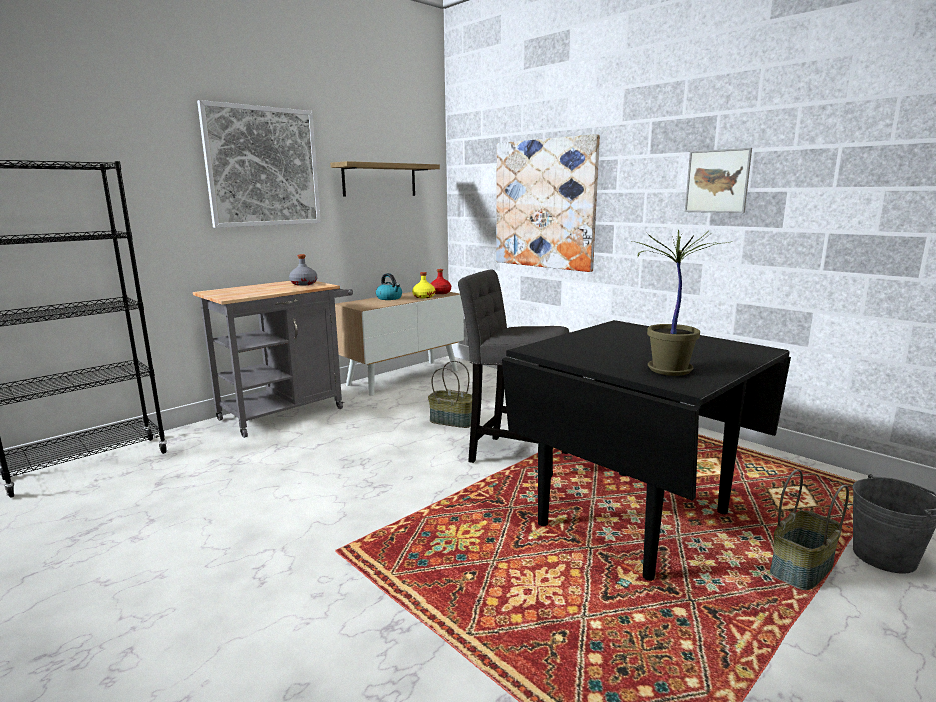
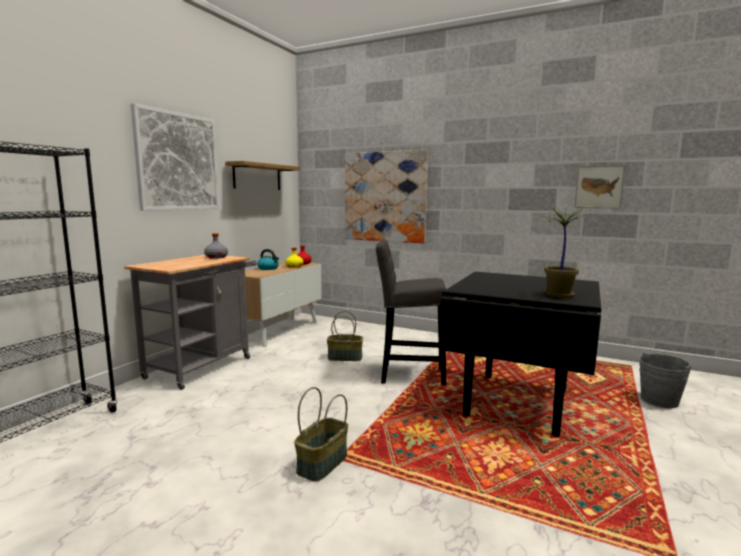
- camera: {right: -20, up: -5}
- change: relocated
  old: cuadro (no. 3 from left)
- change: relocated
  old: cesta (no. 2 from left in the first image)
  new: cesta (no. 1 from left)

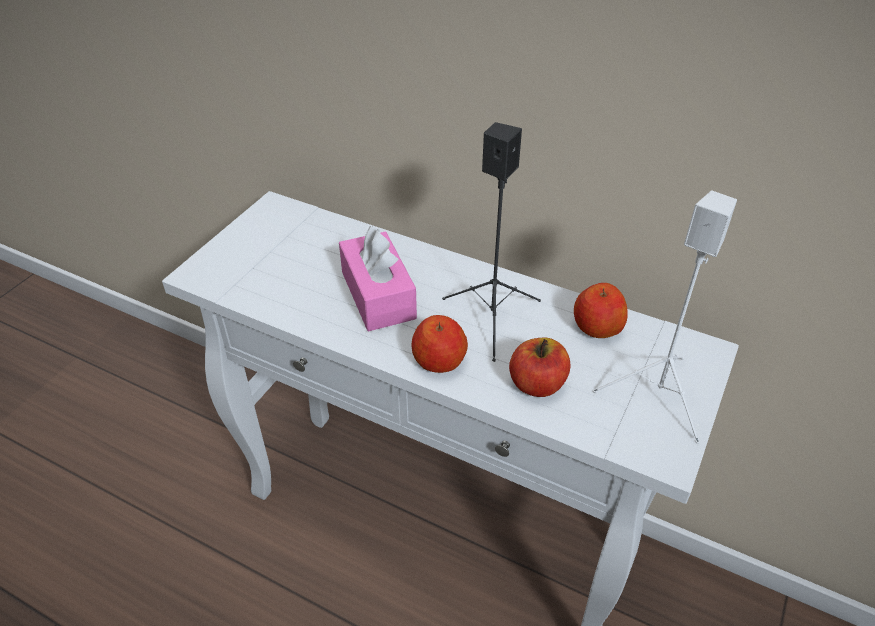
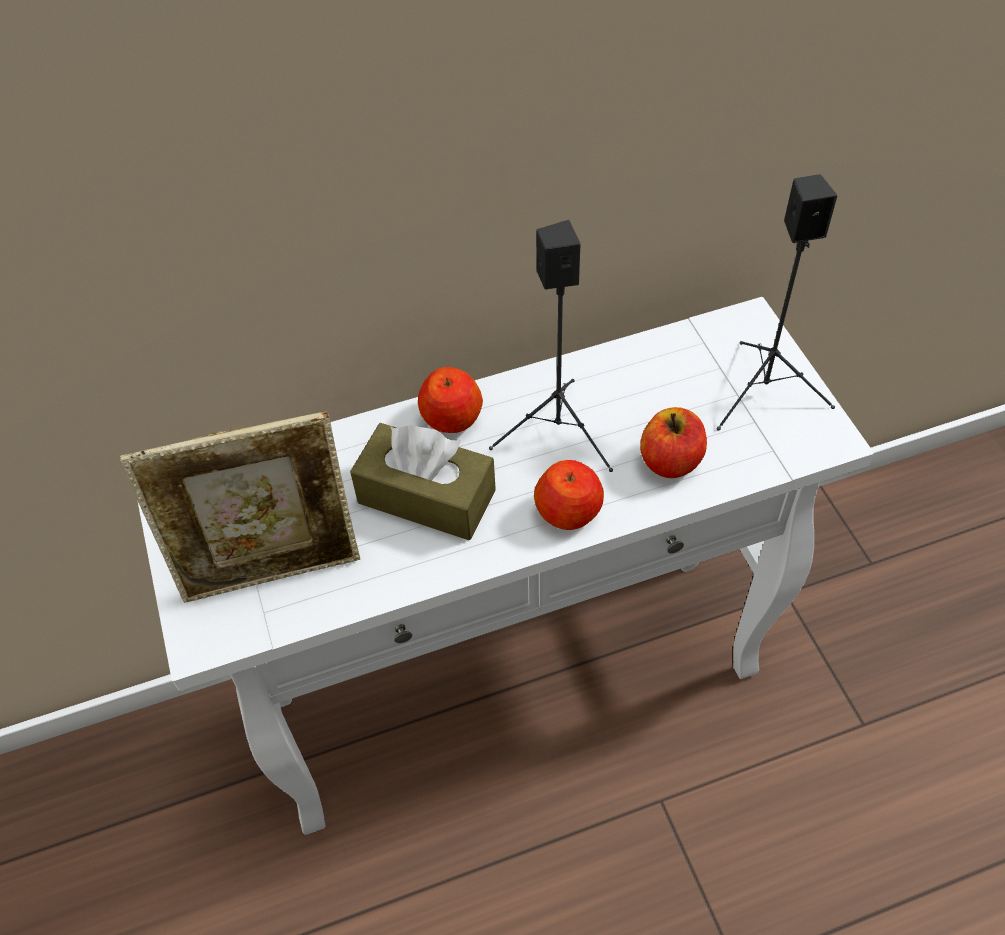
- camera: {right: -45, up: 10}
- change: appeared
  new: portarretratos
- change: relocated
  old: manzana (no. 3 from left in the first image)
  new: manzana (no. 1 from left)
- change: colour
  old: caja de pañuelos/rosa
  new: caja de pañuelos/marrón
- change: colour
  old: altavoz/blanco
  new: altavoz/negro (no. 2 from left)

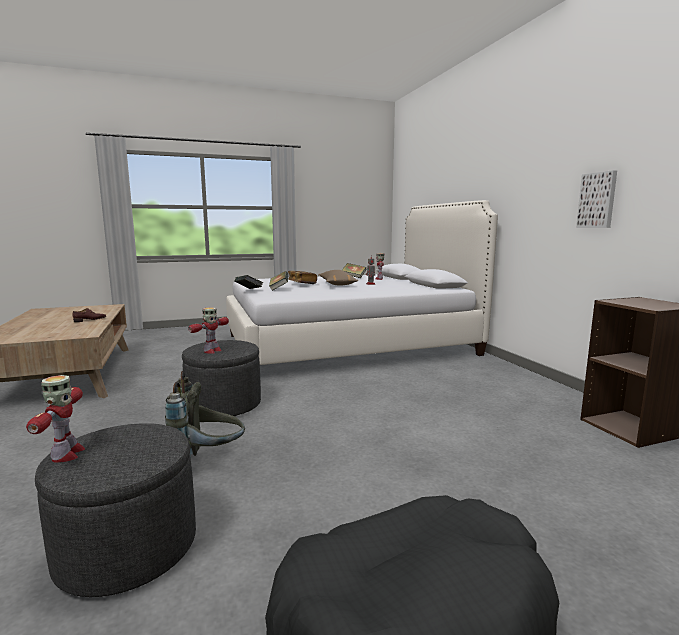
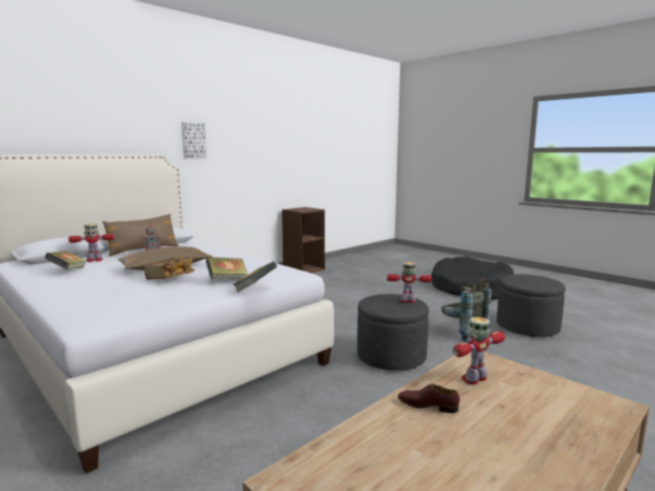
- camera: {right: -115, up: 0}
- change: appeared
  new: cojín/marrón (no. 1 from left)
- change: relocated
  old: robot de juguete (no. 1 from left in the first image)
  new: robot de juguete (no. 4 from left)
- change: relocated
  old: cuadro

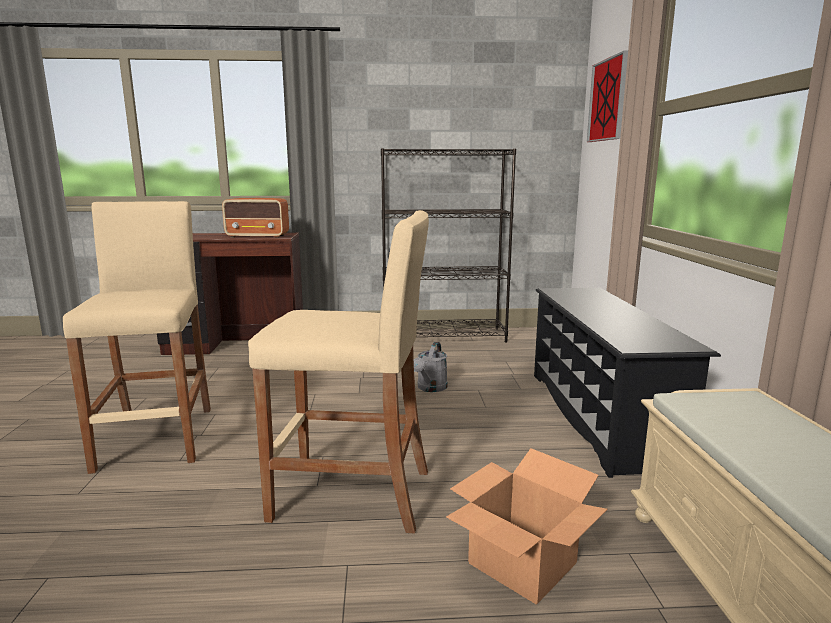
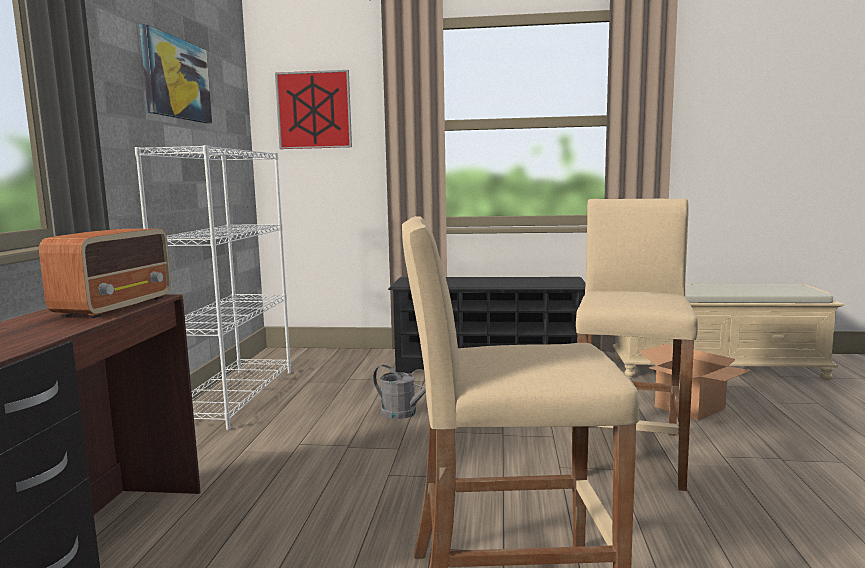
- camera: {right: -80, up: -5}
- change: appeared
  new: cuadro (no. 1 from left)
- change: colour
  old: estantería/negro
  new: estantería/blanco

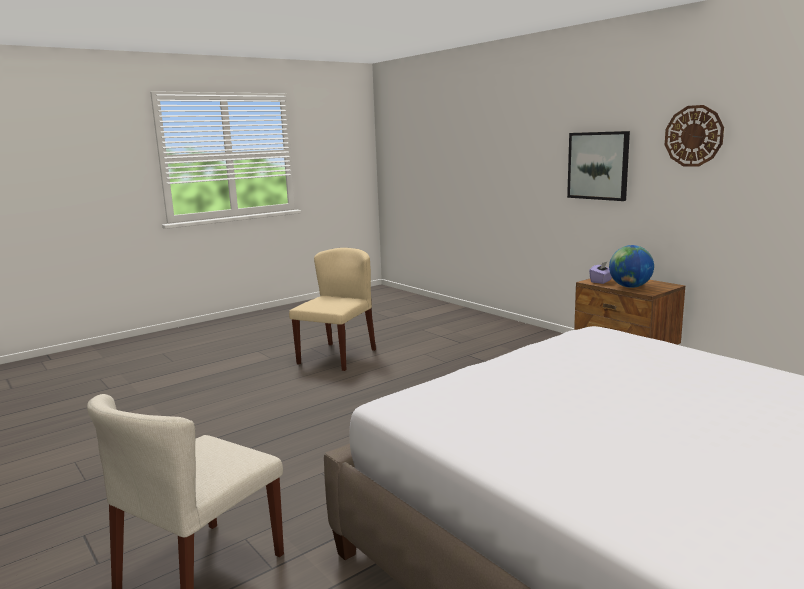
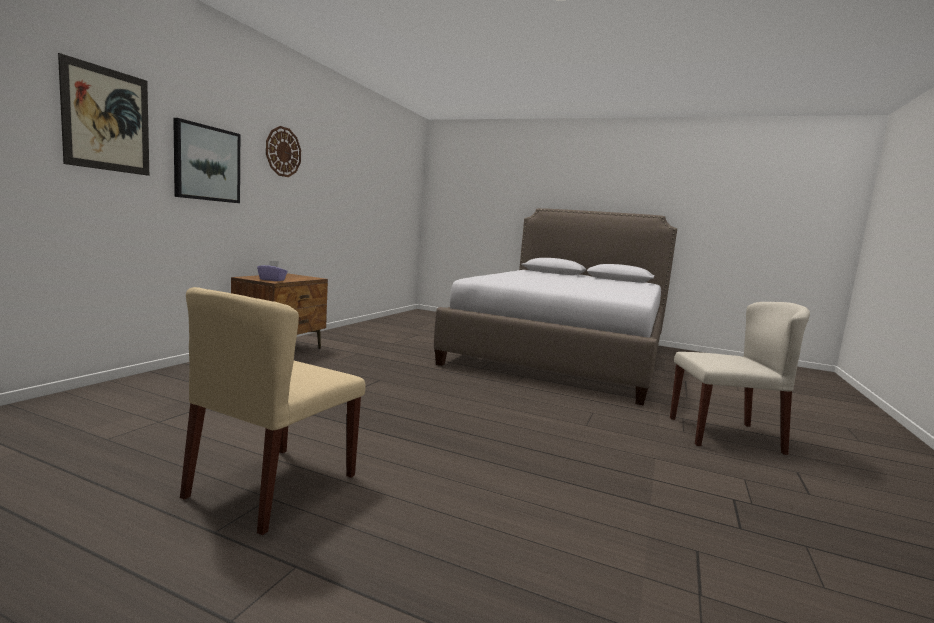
- camera: {right: -120, up: -5}
- change: missing
  old: globo terráqueo
- change: appeared
  new: cuadro (no. 1 from left)
- change: spun
  old: silla/beis (no. 2 from left in the first image)
  degrees: -60

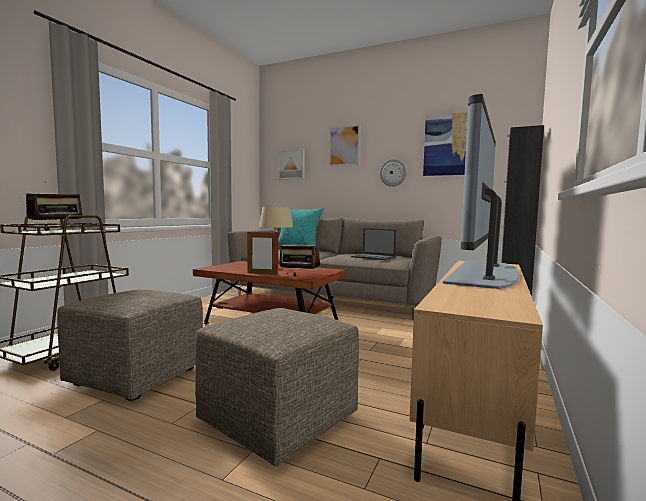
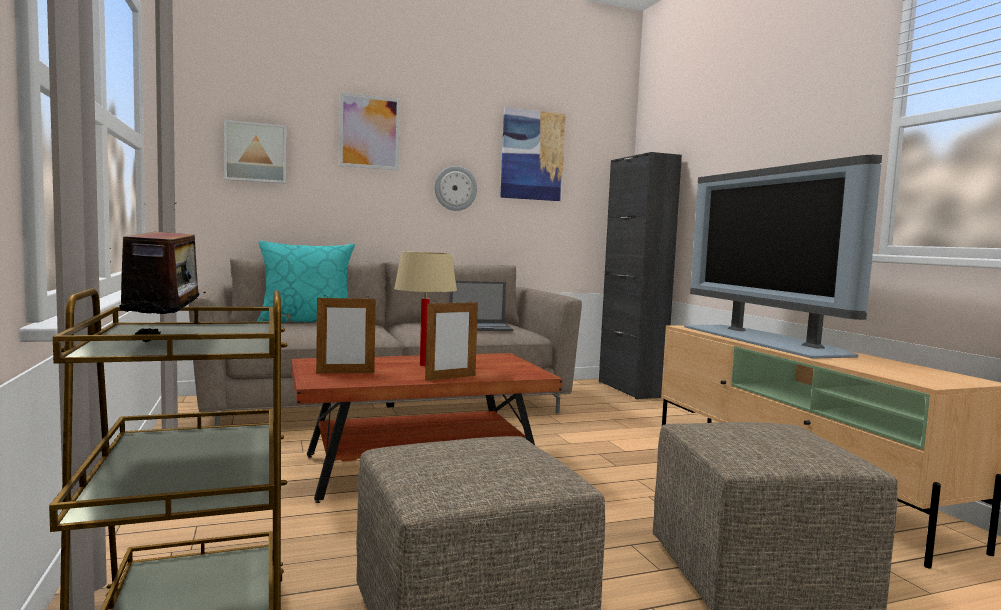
- camera: {right: -45, up: 0}
- change: missing
  old: radio (no. 2 from left)
- change: appeared
  new: portarretratos (no. 1 from left)

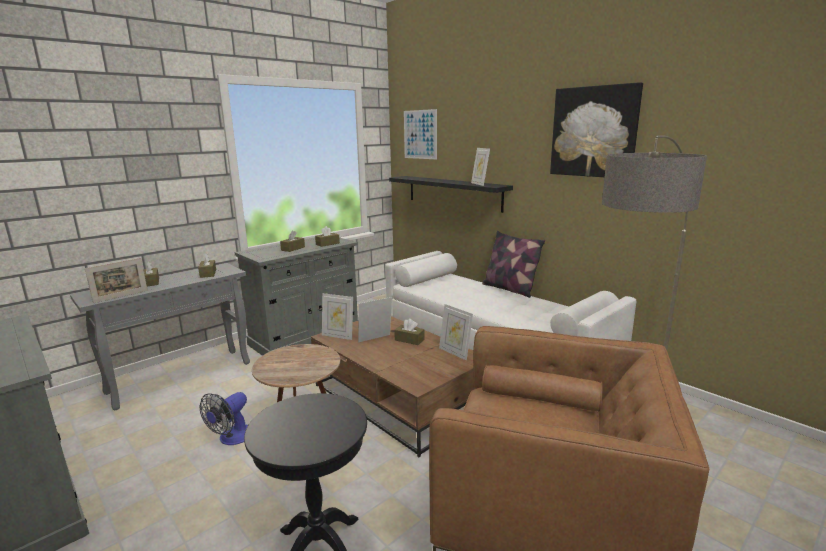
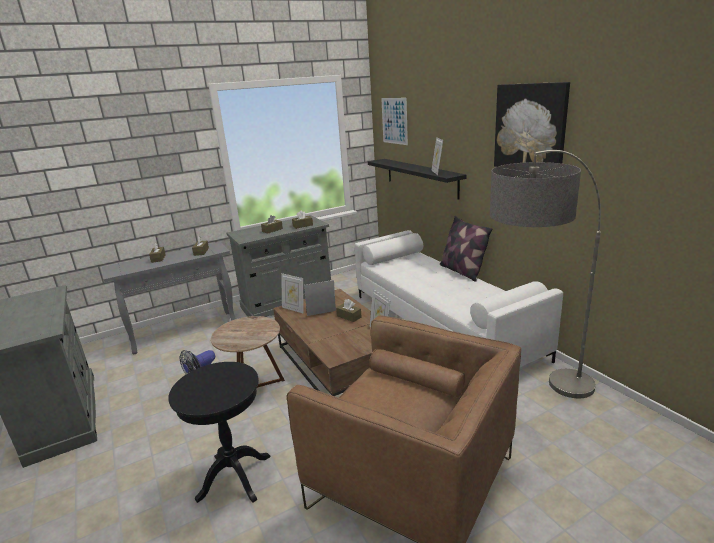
- camera: {right: 15, up: 5}
- change: missing
  old: portarretratos (no. 1 from left)

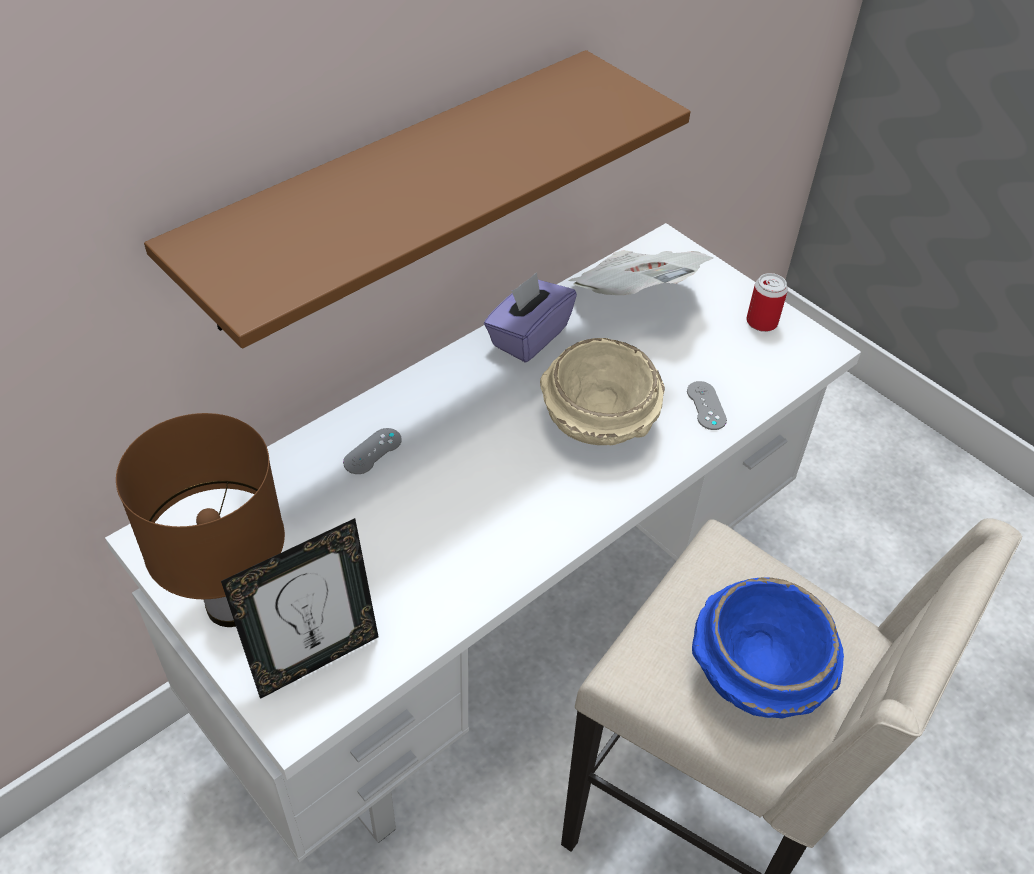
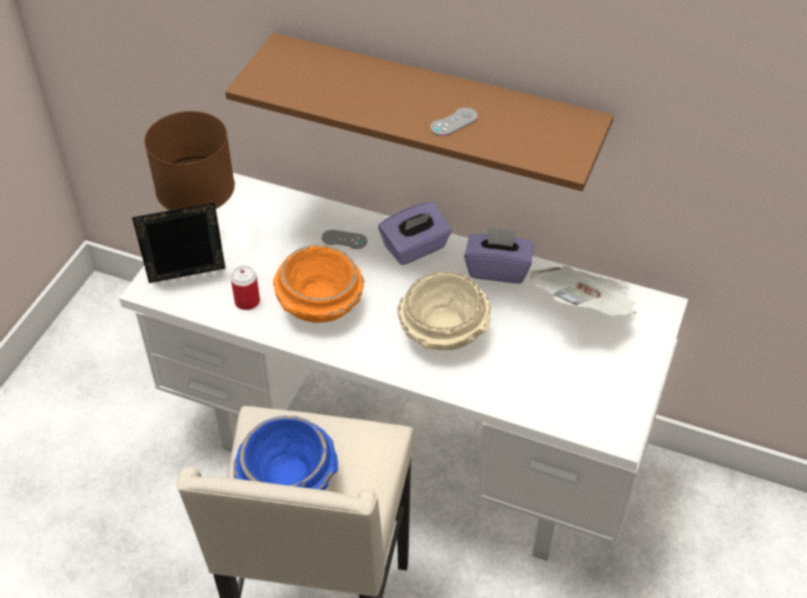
- camera: {right: 65, up: 0}
- change: appeared
  new: cuenco/naranja
- change: appeared
  new: caja de pañuelos/morado (no. 1 from left)
- change: relocated
  old: mando de consola/gris (no. 2 from left)
- change: relocated
  old: lata
- change: spun
  old: portarretratos
  degrees: 135

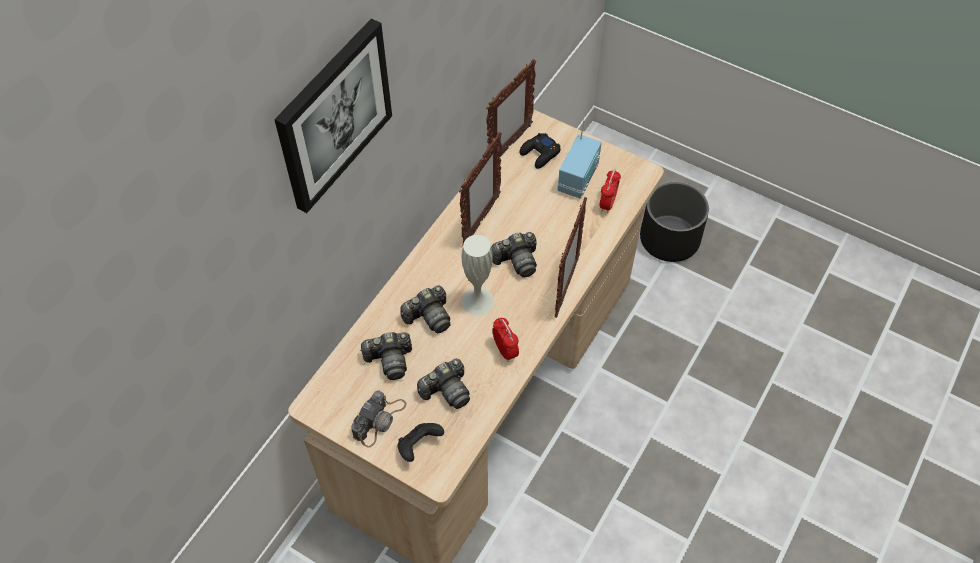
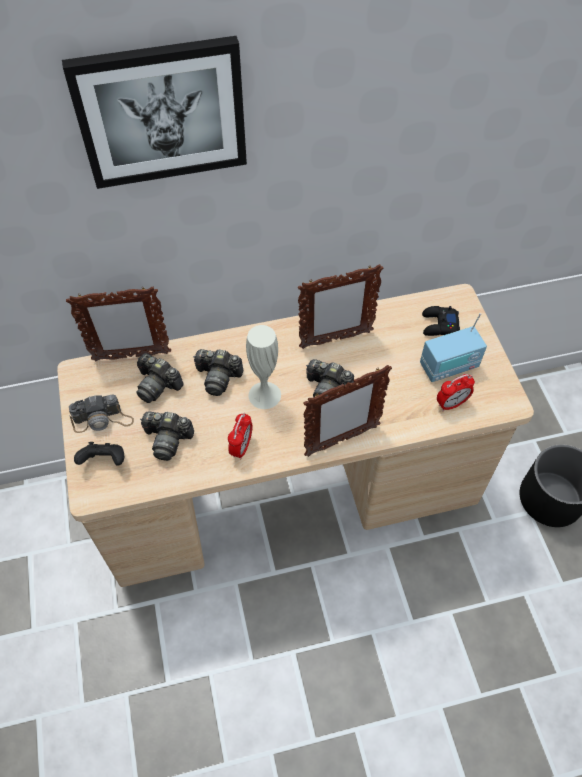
- camera: {right: 45, up: 0}
- change: relocated
  old: portarretratos (no. 2 from left in the first image)
  new: portarretratos (no. 1 from left)

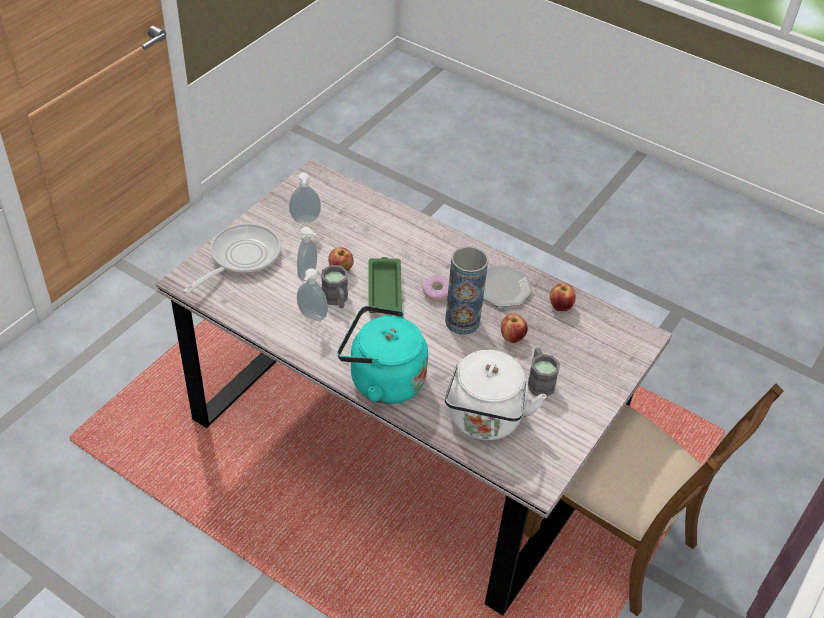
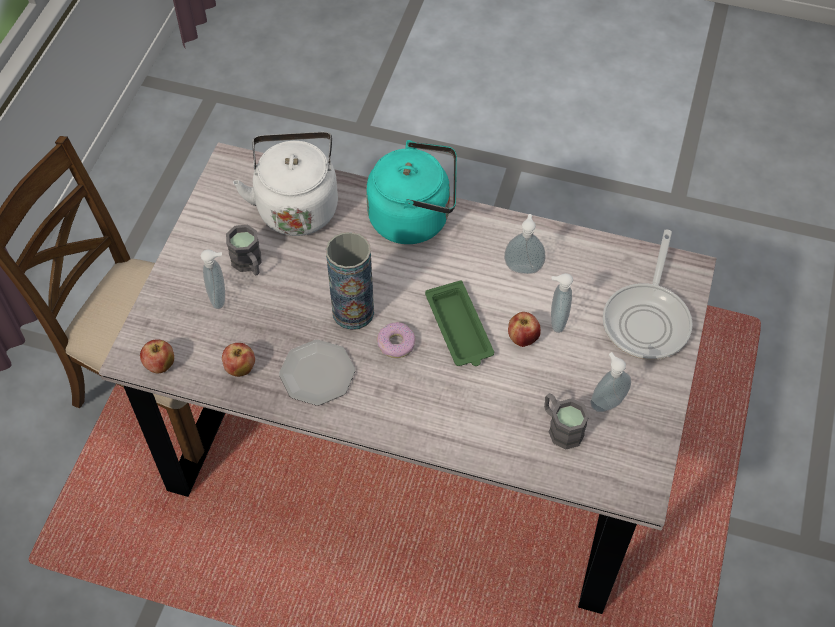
- camera: {right: 165, up: 10}
- change: appeared
  new: dispensador de jabón (no. 1 from left)
- change: relocated
  old: taza grande/gris (no. 1 from left in the first image)
  new: taza grande/gris (no. 2 from left)
- change: relocated
  old: manzana (no. 2 from left in the first image)
  new: manzana (no. 1 from left)

